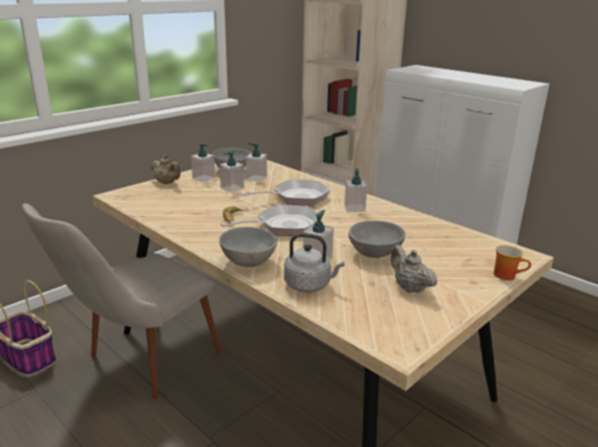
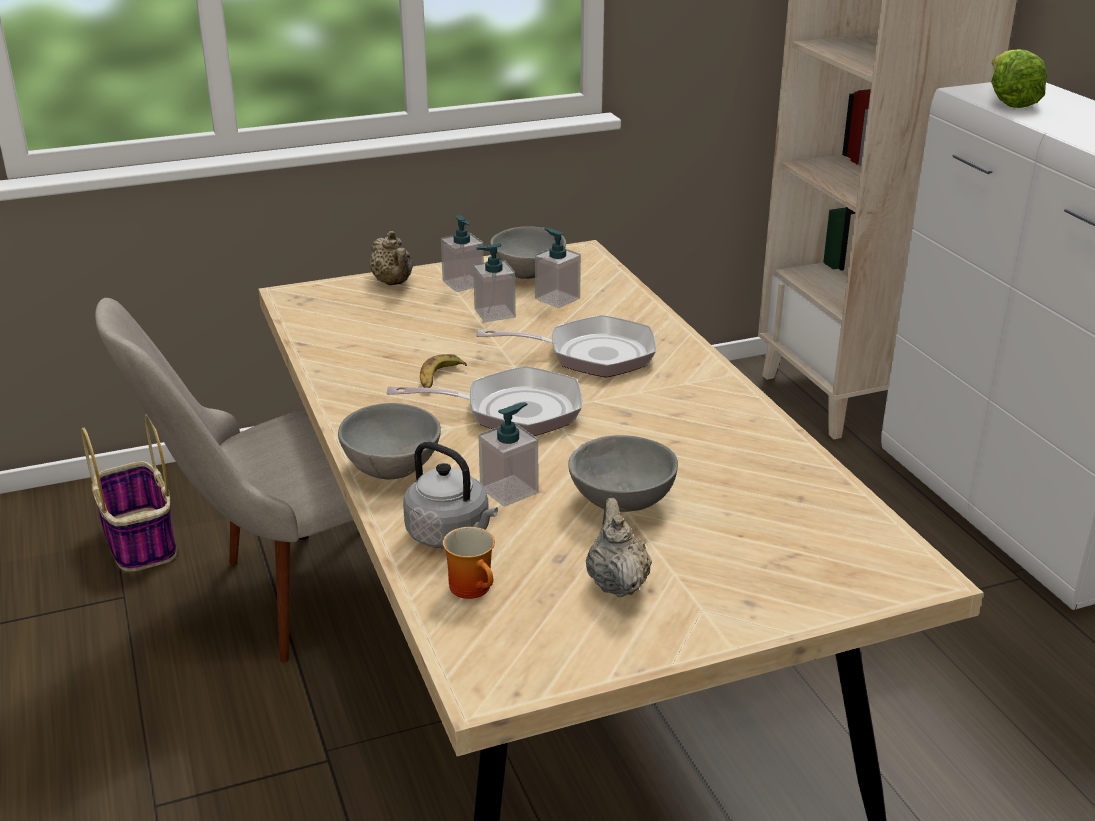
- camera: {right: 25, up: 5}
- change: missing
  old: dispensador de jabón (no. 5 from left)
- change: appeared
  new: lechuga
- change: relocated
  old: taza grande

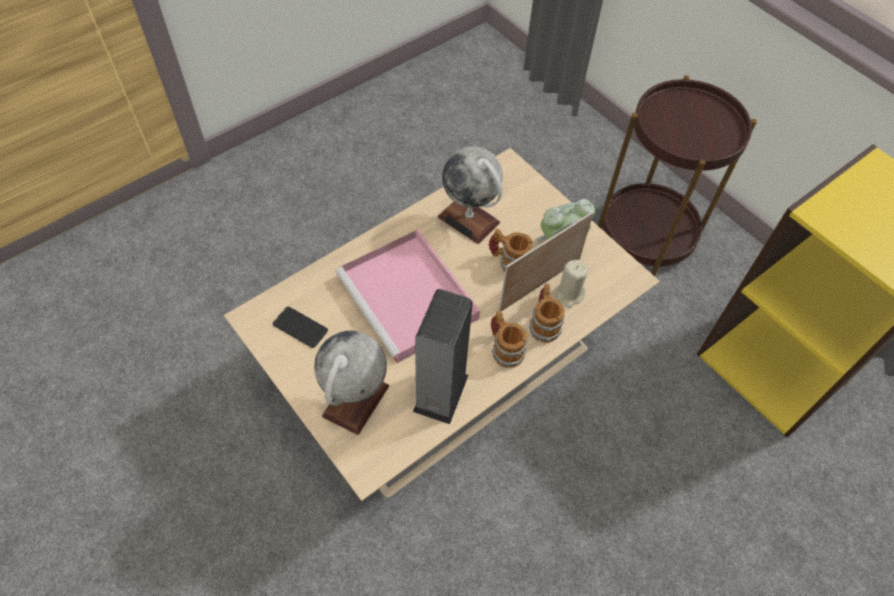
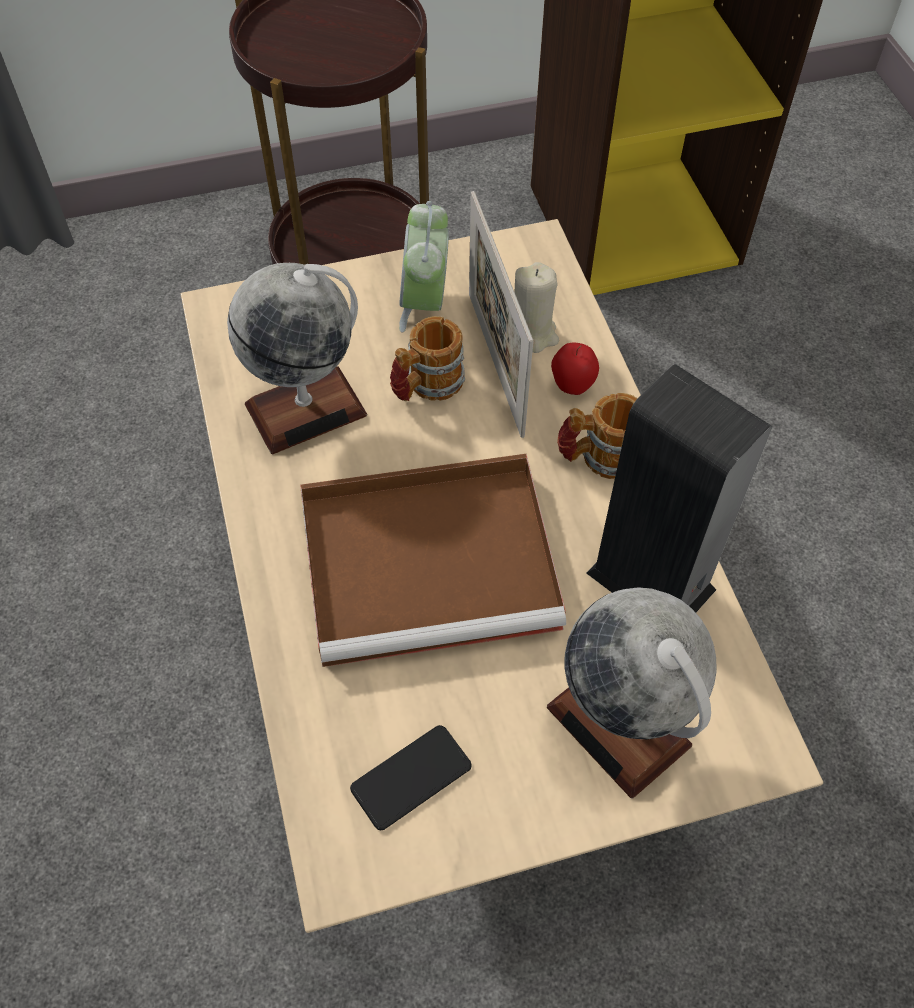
- camera: {right: -65, up: 0}
- change: exchanged
  old: taza grande (no. 3 from left)
  new: manzana
- change: colour
  old: bandeja/rosa
  new: bandeja/marrón

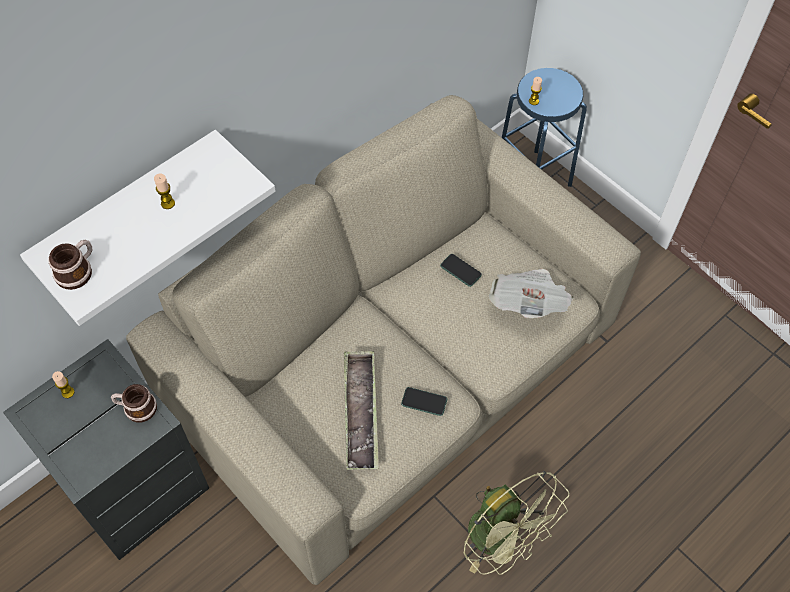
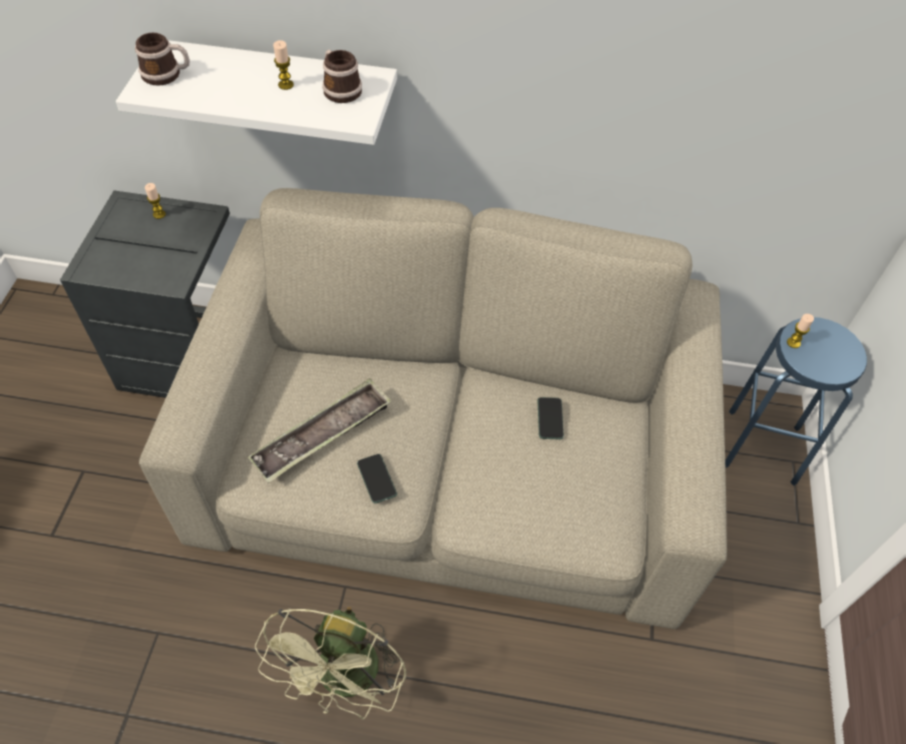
- camera: {right: 50, up: -5}
- change: missing
  old: periódico
- change: relocated
  old: taza grande (no. 2 from left)

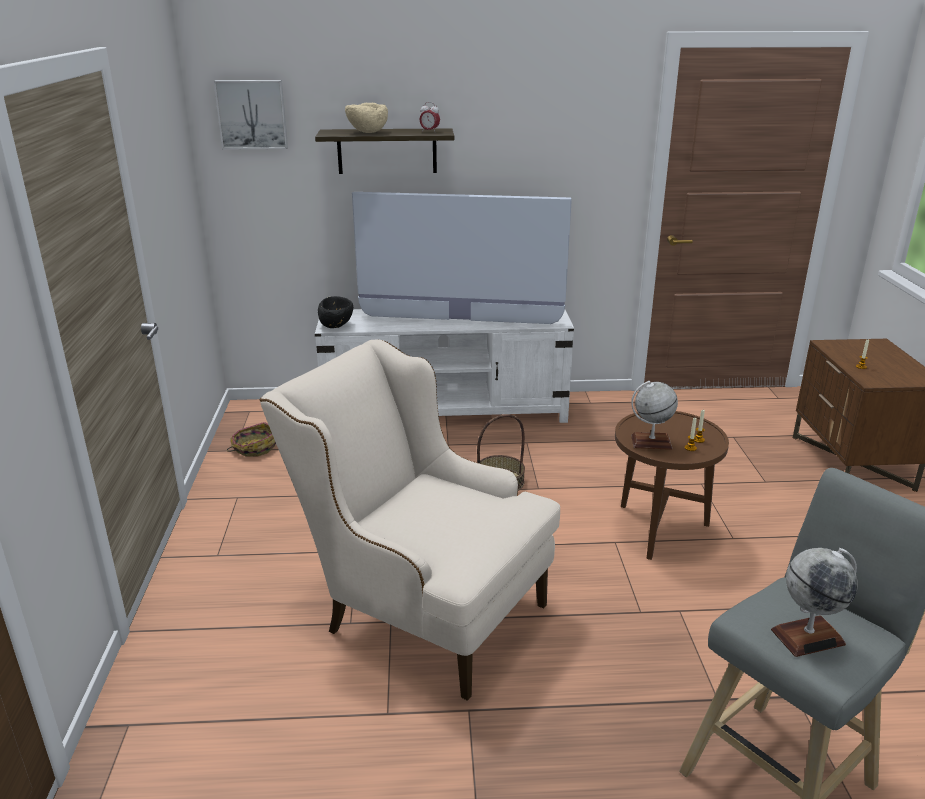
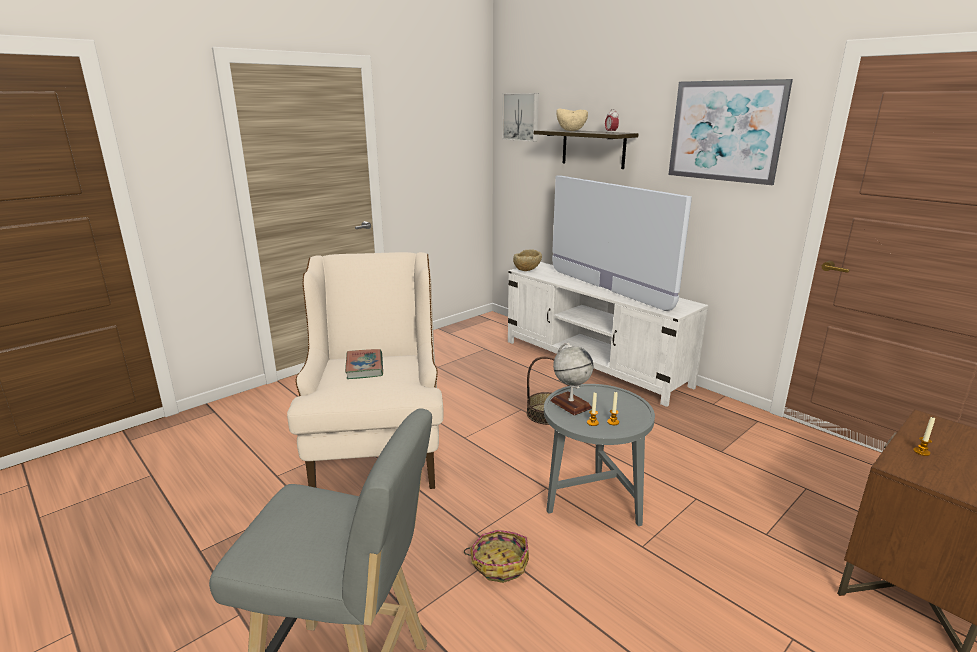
- camera: {right: 50, up: -5}
- change: missing
  old: globo terráqueo (no. 2 from left)
- change: appeared
  new: libro
- change: appeared
  new: cuadro (no. 2 from left)
- change: relocated
  old: cesta (no. 1 from left)
- change: colour
  old: cuenco/negro
  new: cuenco/beis (no. 1 from left)
- change: colour
  old: mesa auxiliar/marrón
  new: mesa auxiliar/gris

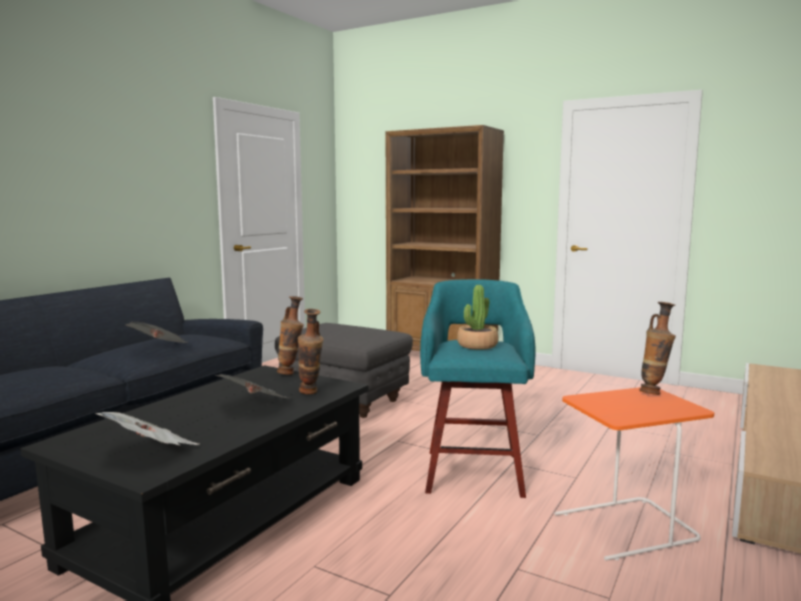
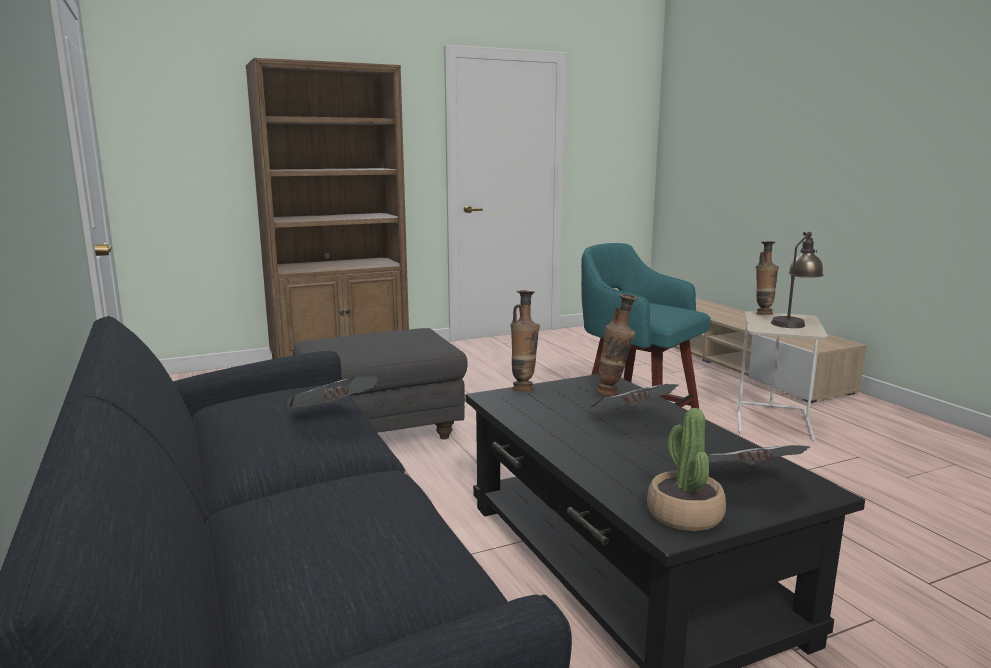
- camera: {right: -55, up: 5}
- change: appeared
  new: lámpara de mesa
- change: relocated
  old: planta en maceta
- change: colour
  old: mesa auxiliar/naranja
  new: mesa auxiliar/beis

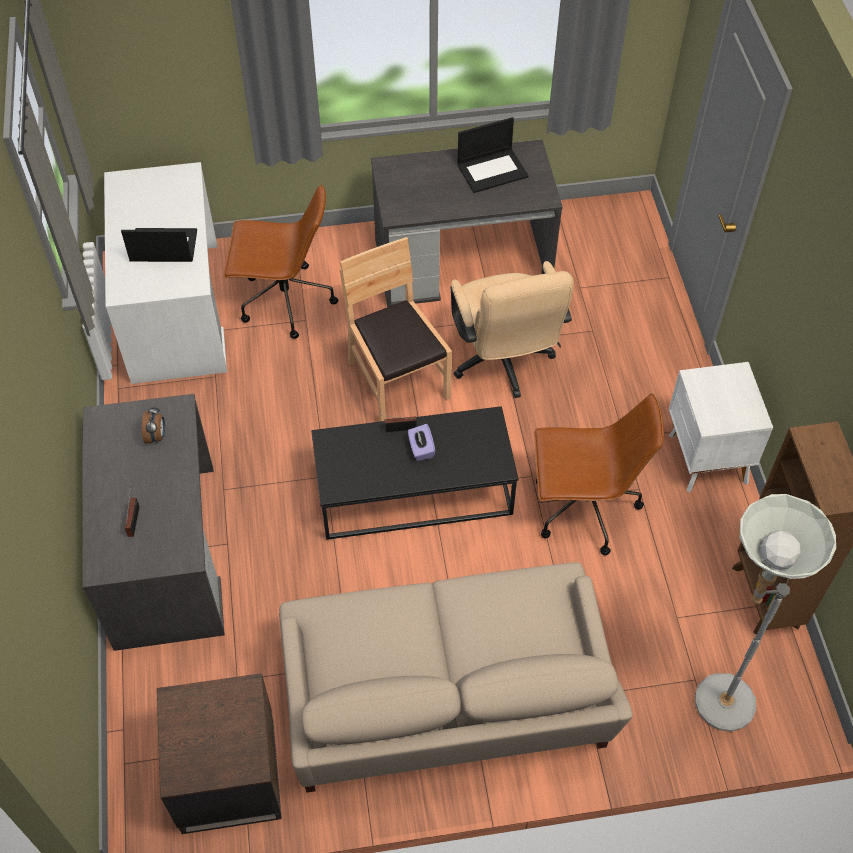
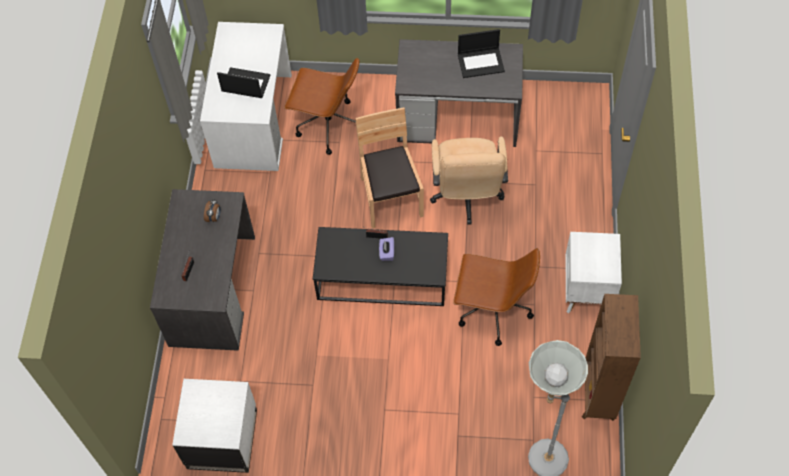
- camera: {right: 15, up: 5}
- change: missing
  old: sofá/beis
- change: colour
  old: mesa auxiliar/marrón
  new: mesa auxiliar/blanco

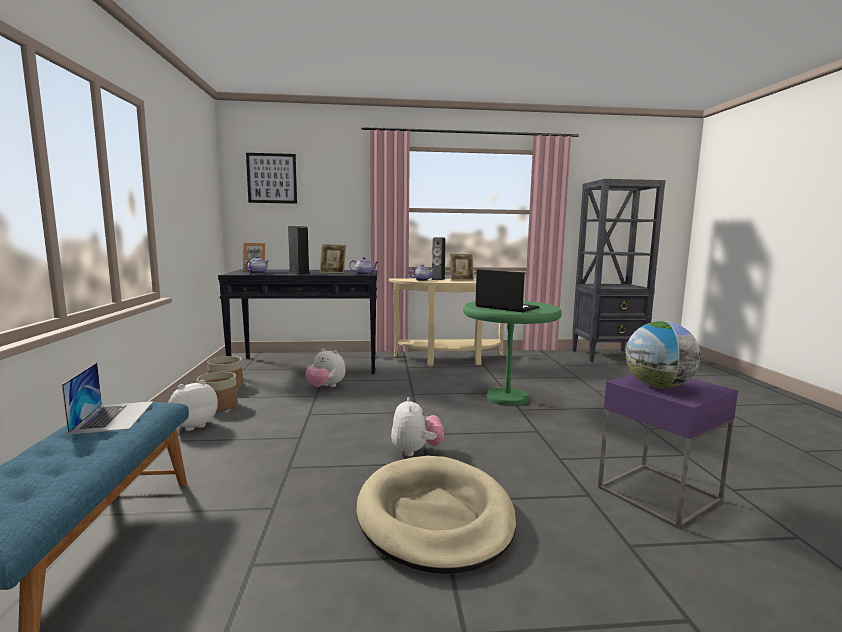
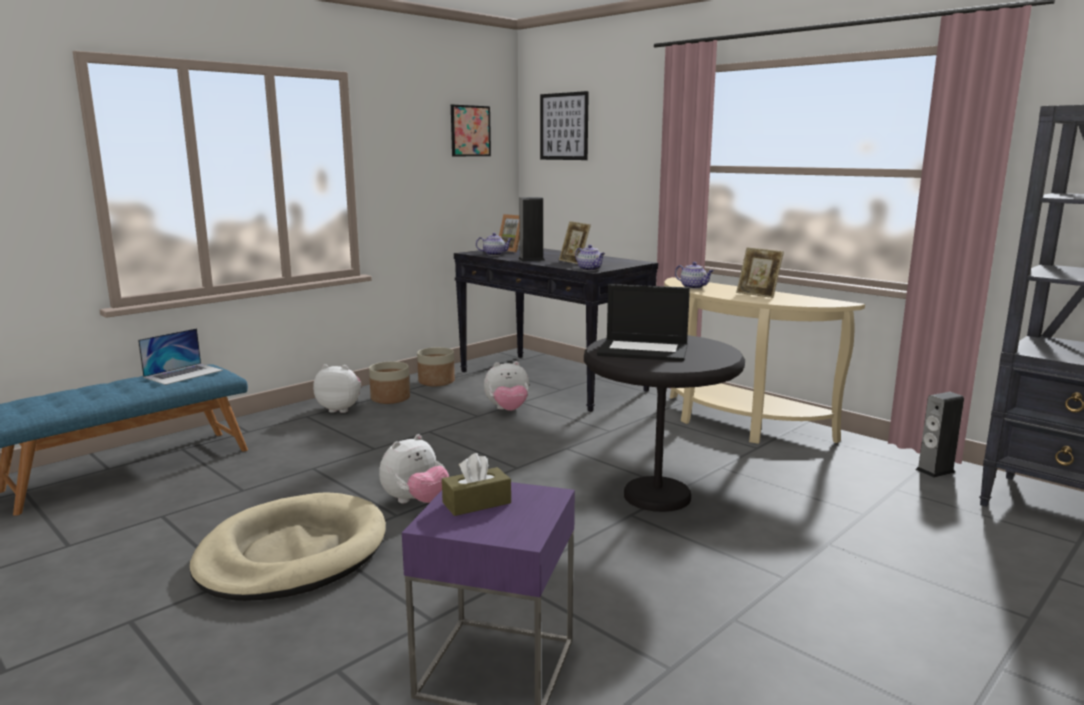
- camera: {right: 50, up: 5}
- change: appeared
  new: cuadro (no. 1 from left)
- change: relocated
  old: altavoz (no. 2 from left)
- change: exchanged
  old: globo terráqueo
  new: caja de pañuelos/marrón
- change: colour
  old: mesa auxiliar/verde
  new: mesa auxiliar/negro
- change: spun
  old: peluche (no. 2 from left in the first image)
  degrees: -90
- change: spun
  old: portátil (no. 2 from left)
  degrees: 105

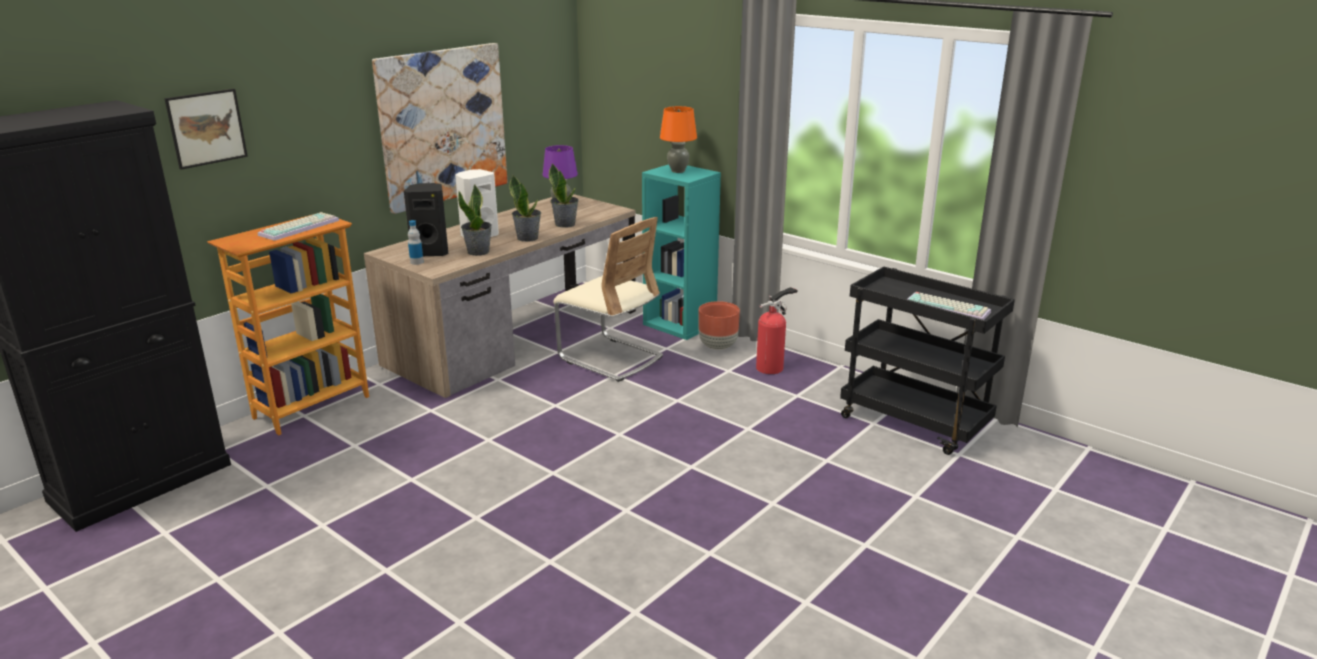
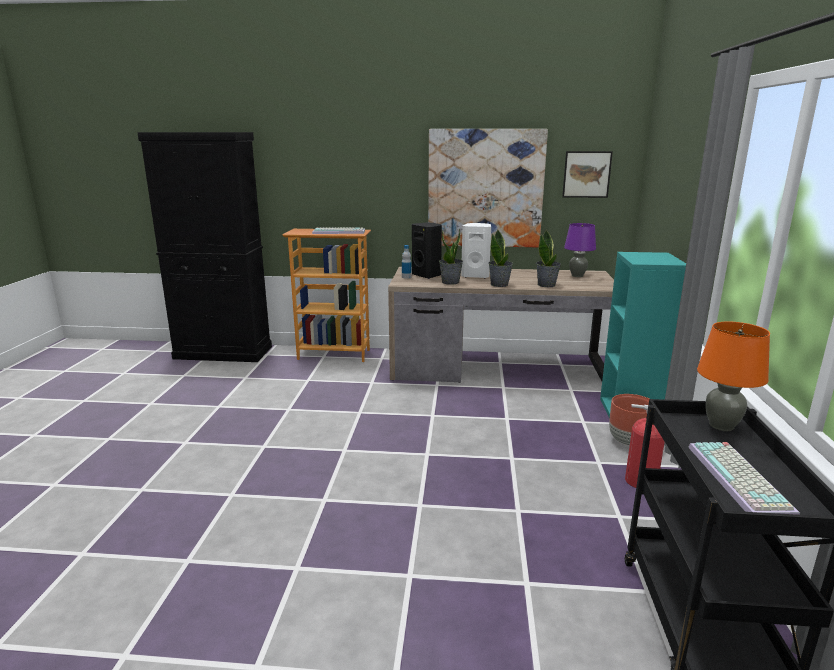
- camera: {right: 55, up: -5}
- change: missing
  old: silla/beis
- change: relocated
  old: cuadro (no. 1 from left in the first image)
  new: cuadro (no. 2 from left)
- change: relocated
  old: lámpara de mesa/naranja

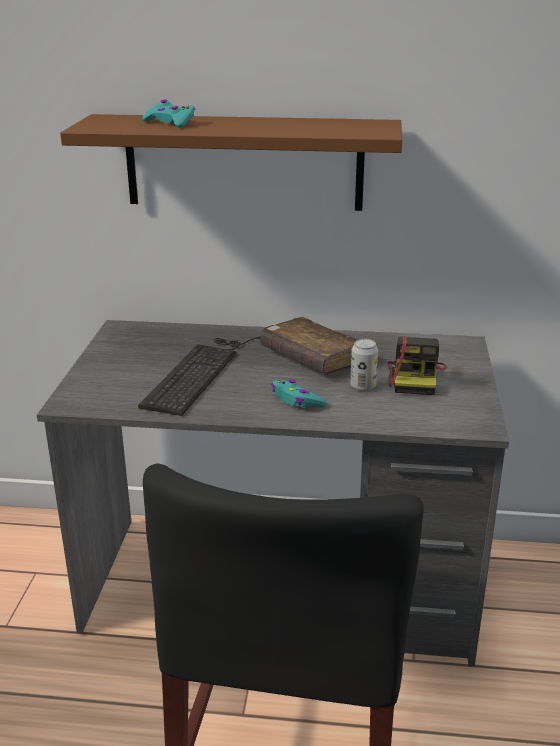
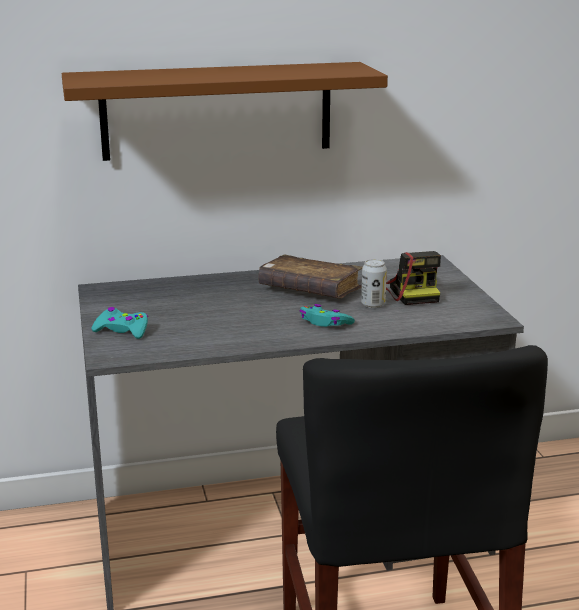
- camera: {right: -20, up: -5}
- change: missing
  old: teclado
- change: relocated
  old: mando de consola/turquesa (no. 1 from left)

